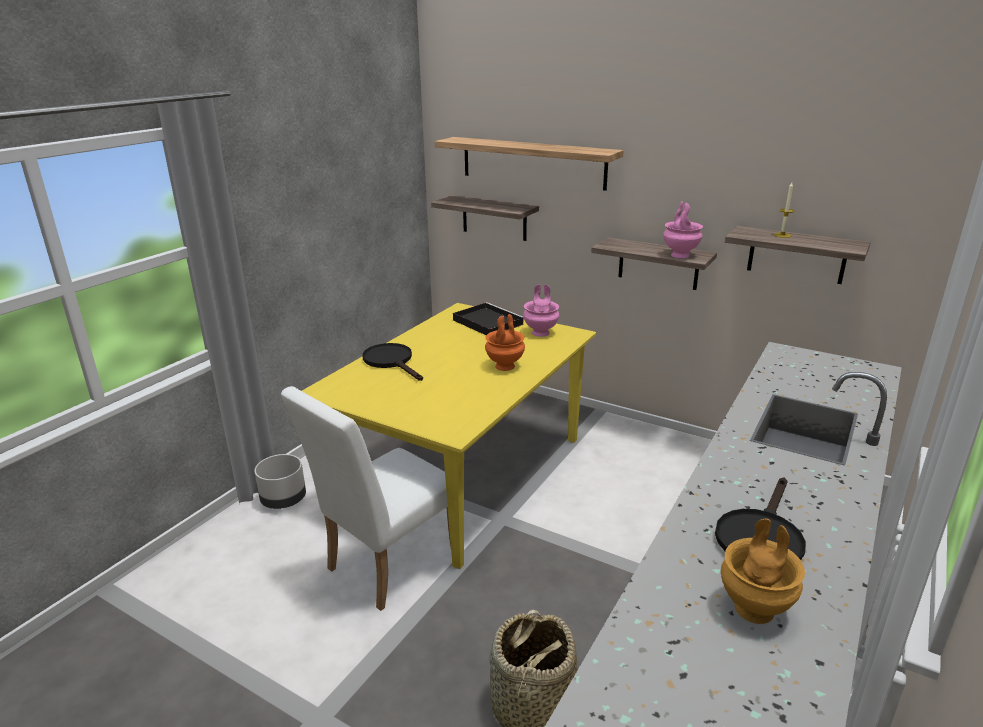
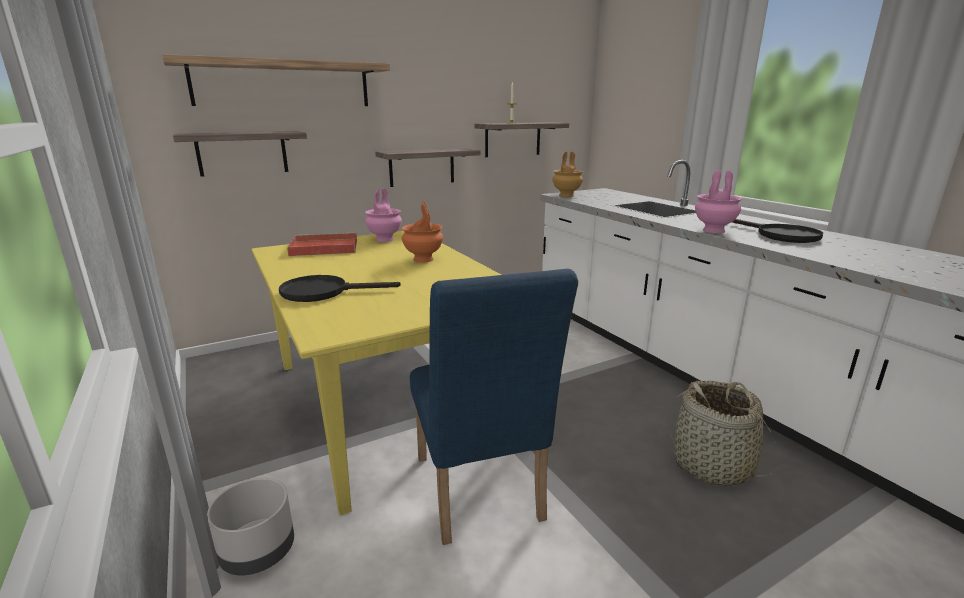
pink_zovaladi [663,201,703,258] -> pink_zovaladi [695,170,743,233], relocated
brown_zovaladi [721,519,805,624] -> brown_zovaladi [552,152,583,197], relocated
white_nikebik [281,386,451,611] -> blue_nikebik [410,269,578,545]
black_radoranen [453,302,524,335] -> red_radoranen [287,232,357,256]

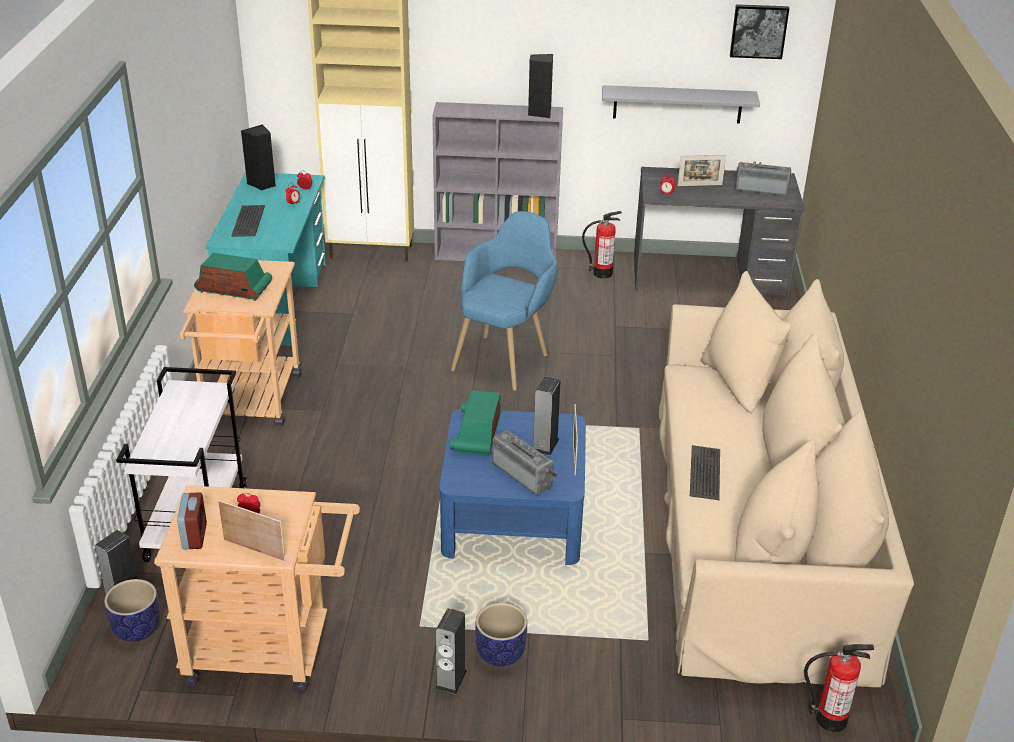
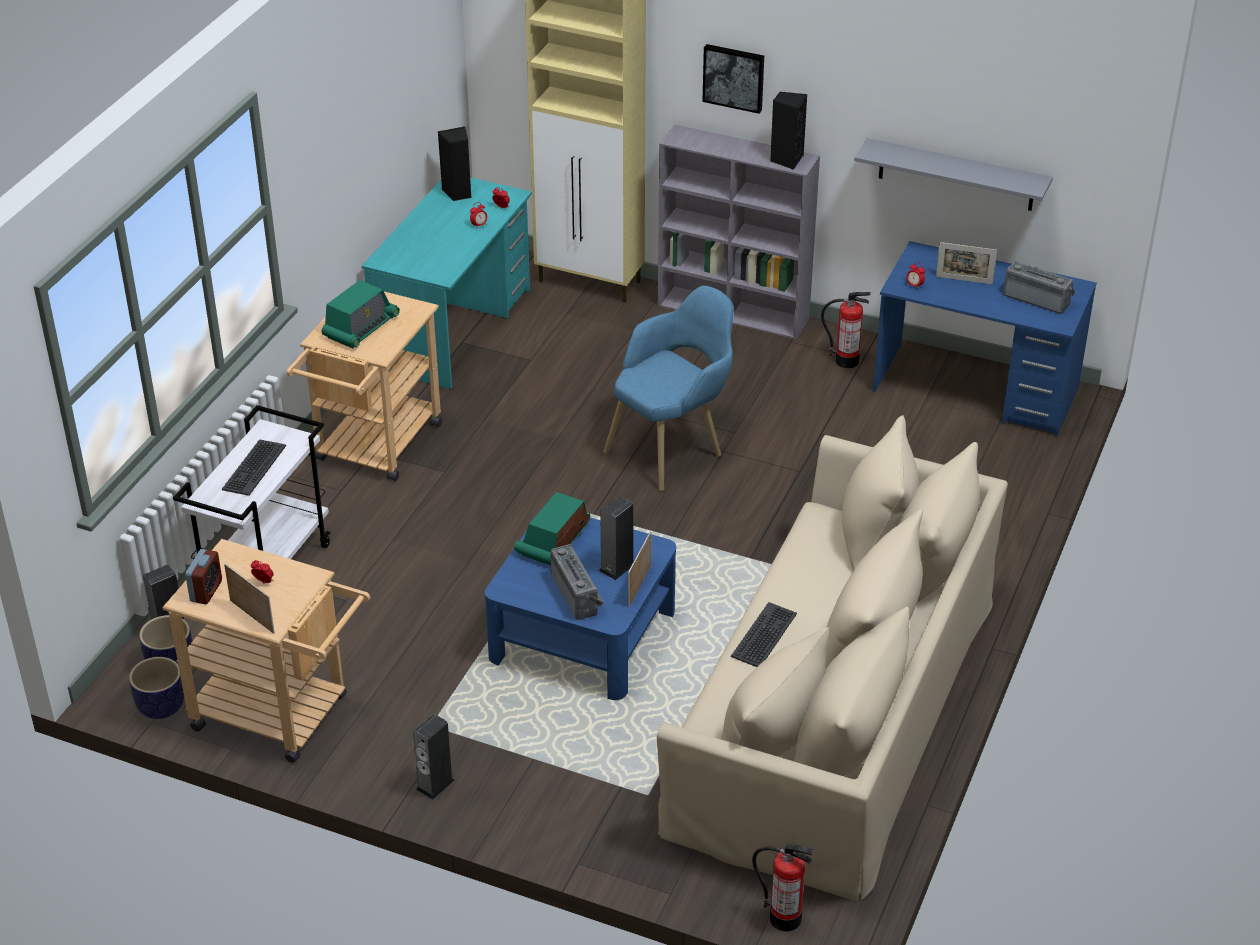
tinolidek [231,205,265,237] -> tinolidek [222,439,286,496], relocated
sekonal [475,603,527,666] -> sekonal [129,657,184,719], relocated
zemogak [730,4,789,59] -> zemogak [702,44,764,114], relocated
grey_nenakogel [634,167,805,298] -> blue_nenakogel [873,241,1097,437]
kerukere [194,253,272,301] -> kerukere [322,280,400,348], 90 degrees clockwise

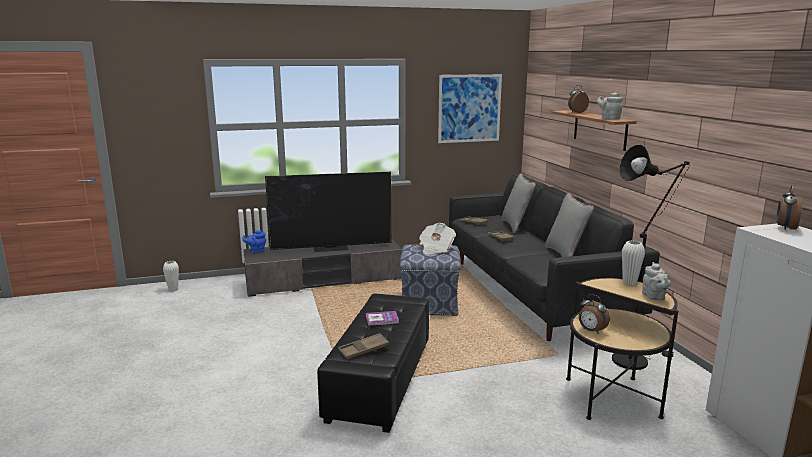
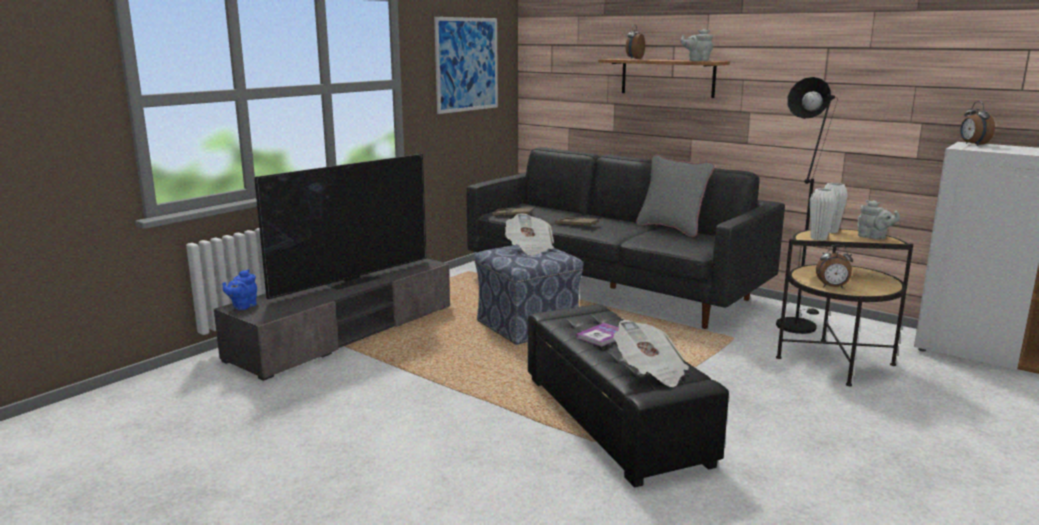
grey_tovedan [501,173,536,233] -> none
white_zovaladi [163,261,179,292] -> white_zovaladi [810,188,837,240], relocated
brown_radoranen [338,333,390,360] -> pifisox [614,320,689,387]

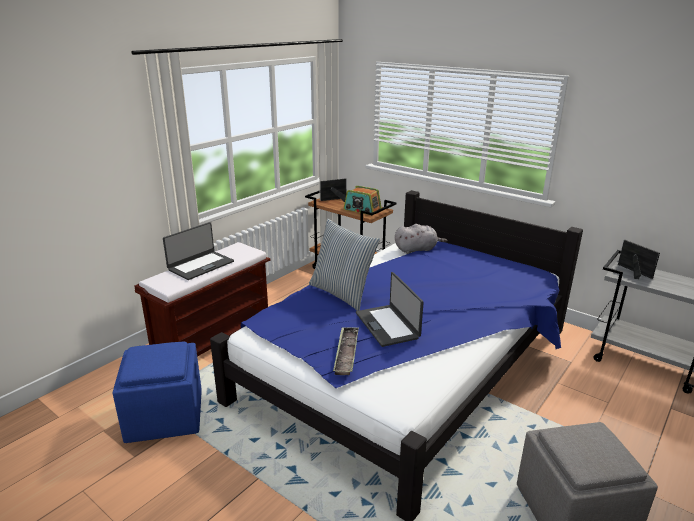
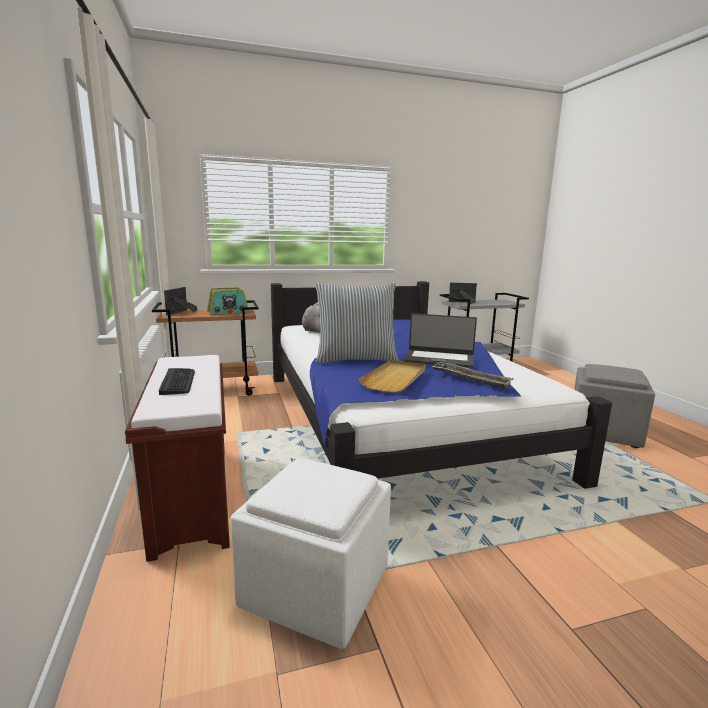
none -> beige_radoranen [359,360,425,393]
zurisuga [163,222,234,280] -> tinolidek [159,368,195,395]
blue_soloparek [113,342,202,443] -> white_soloparek [230,459,391,649]

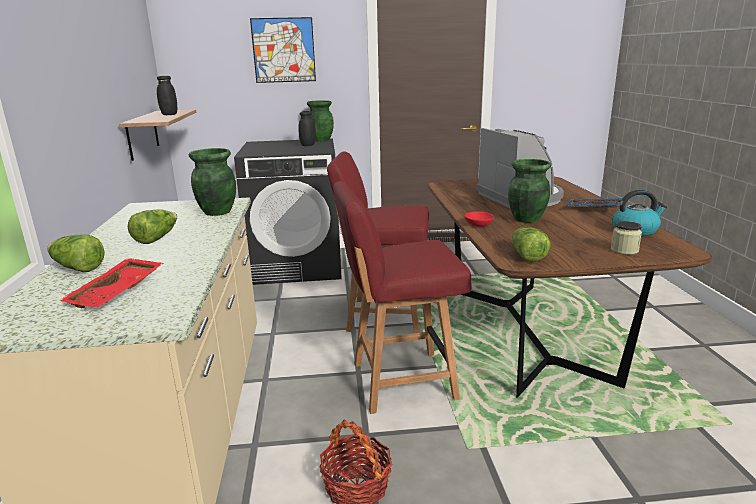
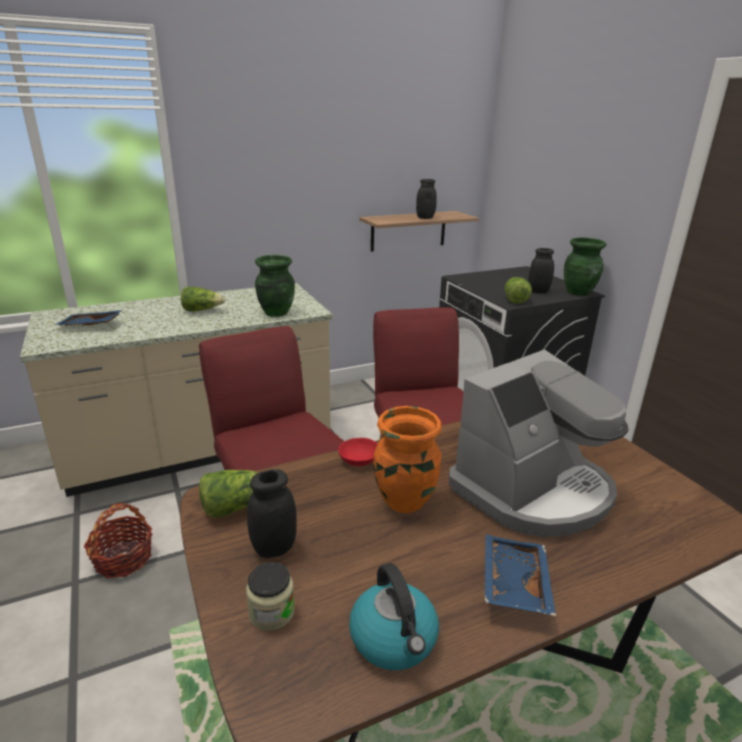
zemogak [250,17,316,83] -> none
none -> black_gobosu [247,469,297,558]
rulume [47,234,105,272] -> rulume [505,277,532,304], relocated
red_radoranen [59,258,163,308] -> blue_radoranen [55,310,123,326]
green_zovaladi [508,159,551,223] -> orange_zovaladi [373,406,442,513]

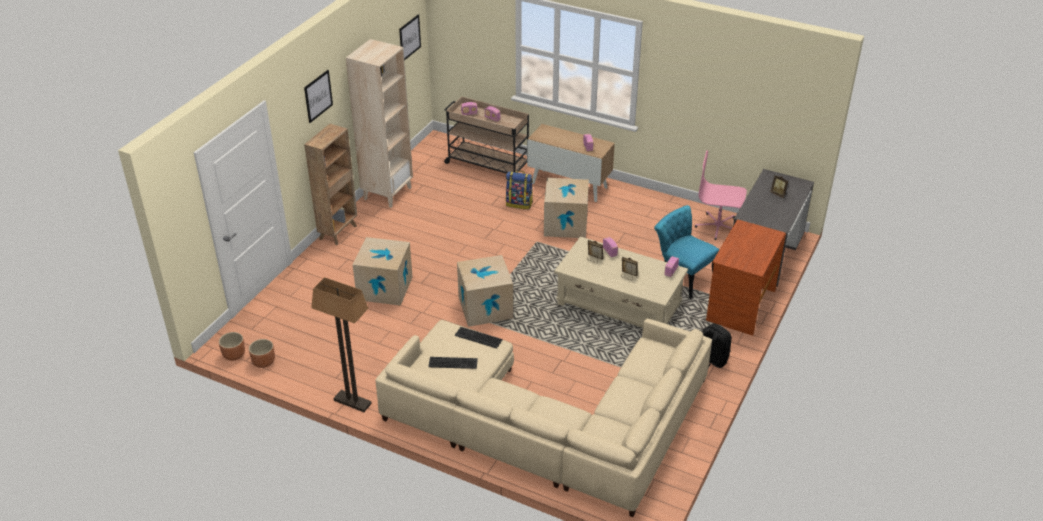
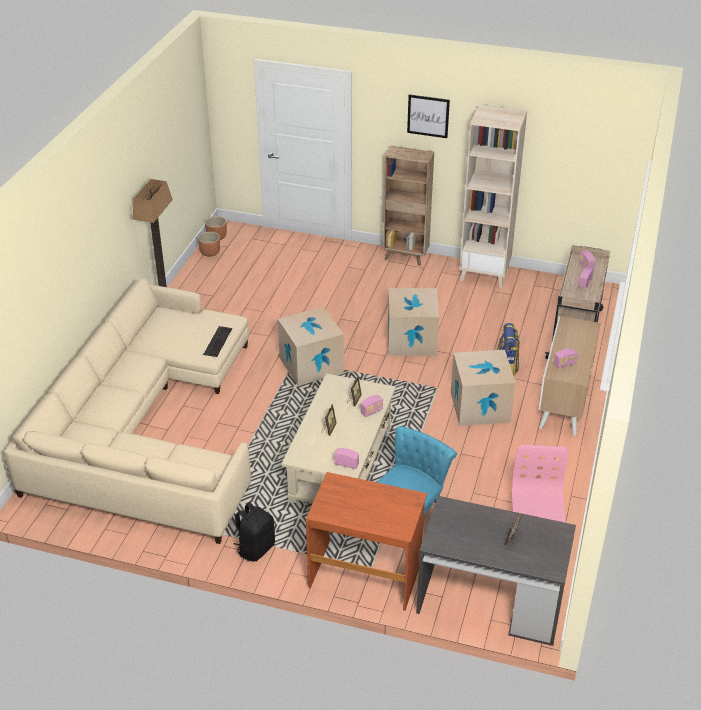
zemogak [399,14,421,60] -> none
tinolidek [428,357,478,369] -> none
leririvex [353,237,413,306] -> leririvex [388,288,439,356], relocated

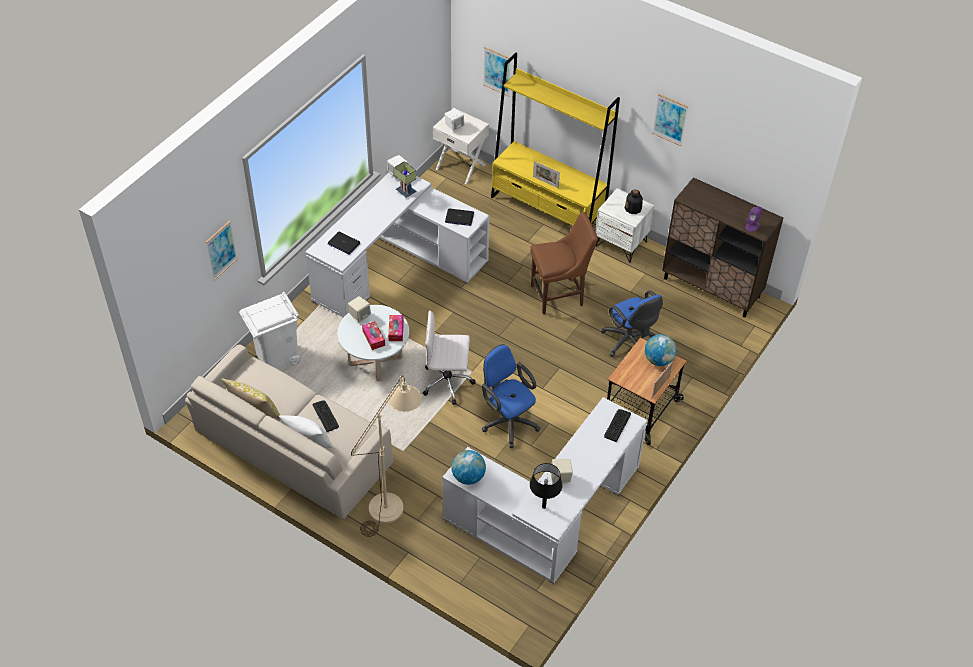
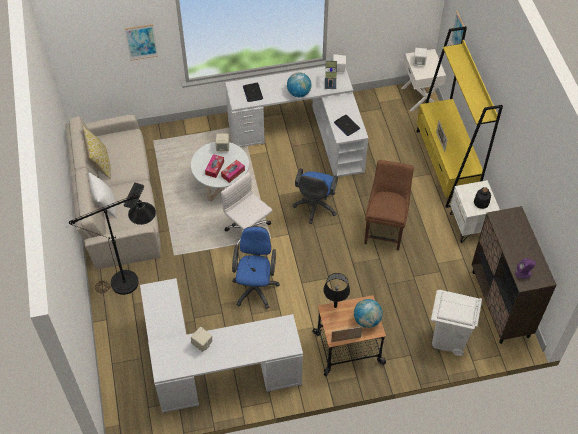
tinolidek [604,409,631,442] -> none
zemogak [652,94,688,146] -> none
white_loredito [239,292,301,370] -> white_loredito [431,290,482,356], relocated
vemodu [451,450,486,485] -> vemodu [287,73,311,97], relocated
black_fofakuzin [530,463,562,509] -> black_fofakuzin [323,273,350,308], relocated
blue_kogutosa [601,291,663,357] -> blue_kogutosa [293,168,338,224], relocated
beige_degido [351,375,422,537] -> black_degido [69,194,156,295]
brown_nikebik [531,212,598,314] -> brown_nikebik [364,160,414,250], 105 degrees counterclockwise

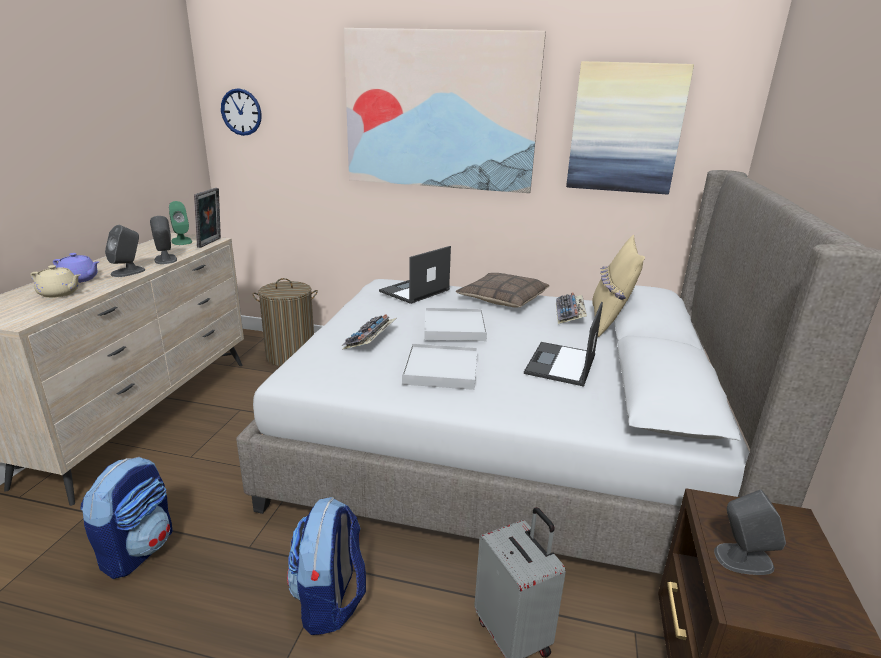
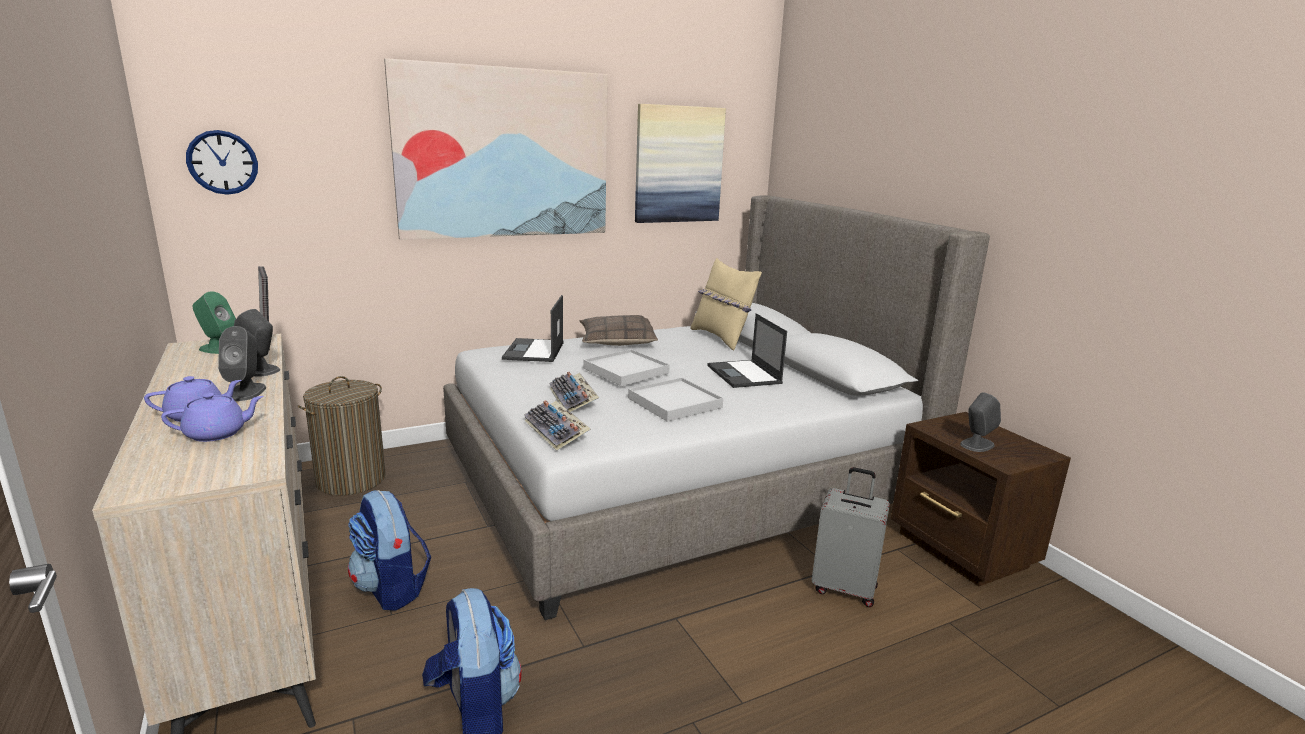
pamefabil [287,497,366,635] -> pamefabil [348,490,431,611], relocated
tinolidek [556,292,587,324] -> tinolidek [524,400,590,451], relocated
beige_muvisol [30,265,80,298] -> purple_muvisol [161,393,264,442]

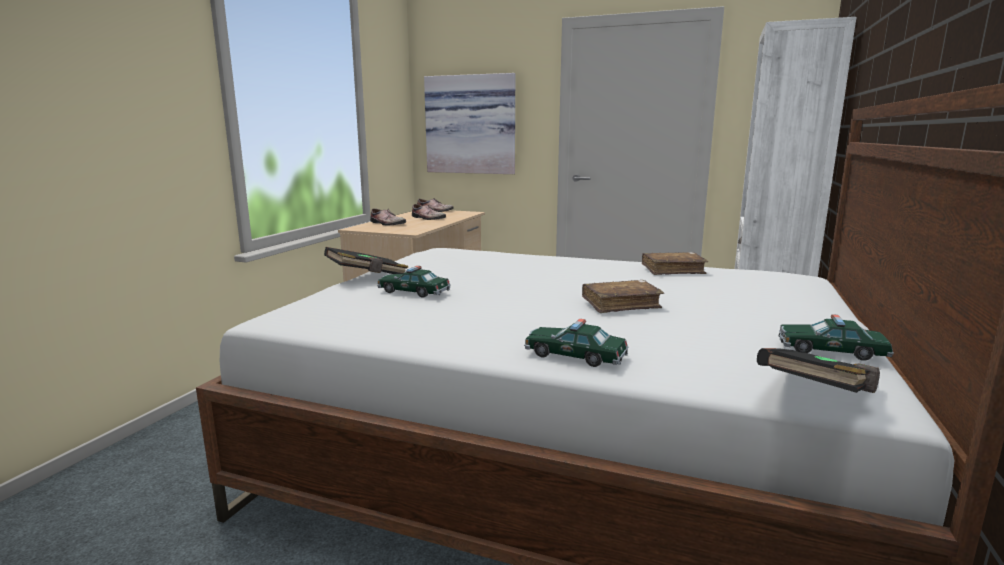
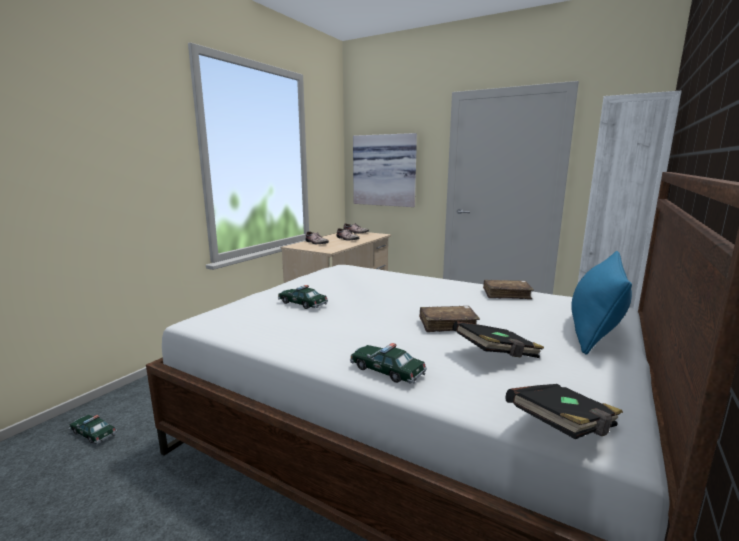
none -> blue_tovedan [571,251,632,355]
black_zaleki [324,247,408,274] -> black_zaleki [452,321,544,358], relocated
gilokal [779,314,894,361] -> gilokal [69,415,117,444], relocated

